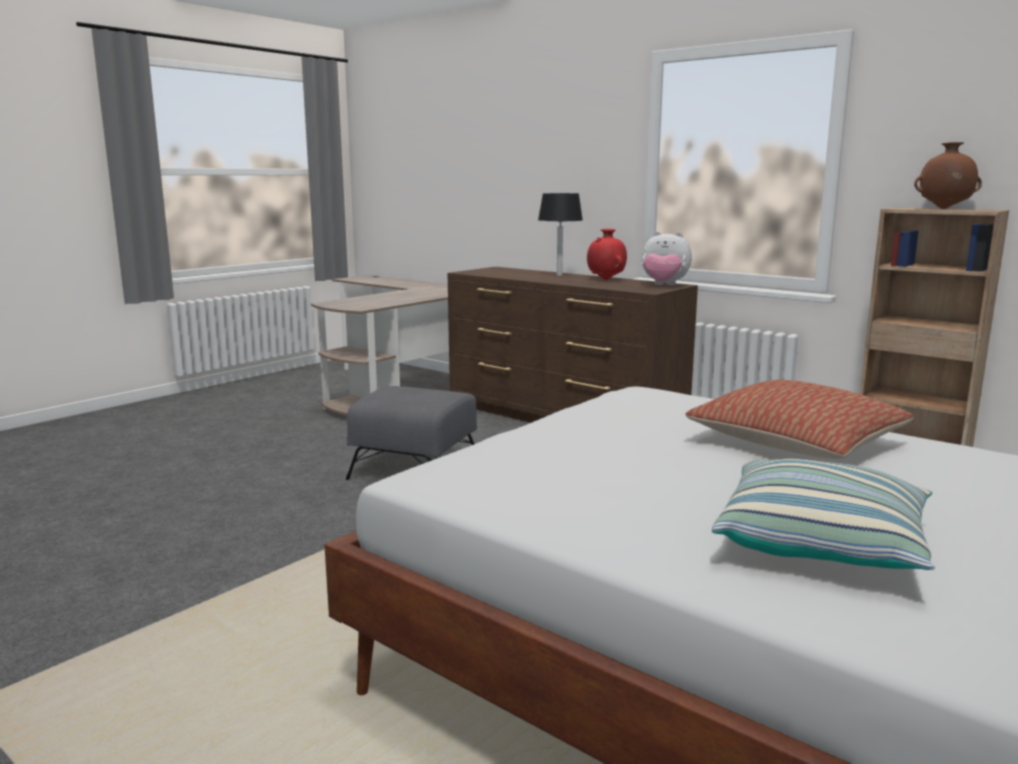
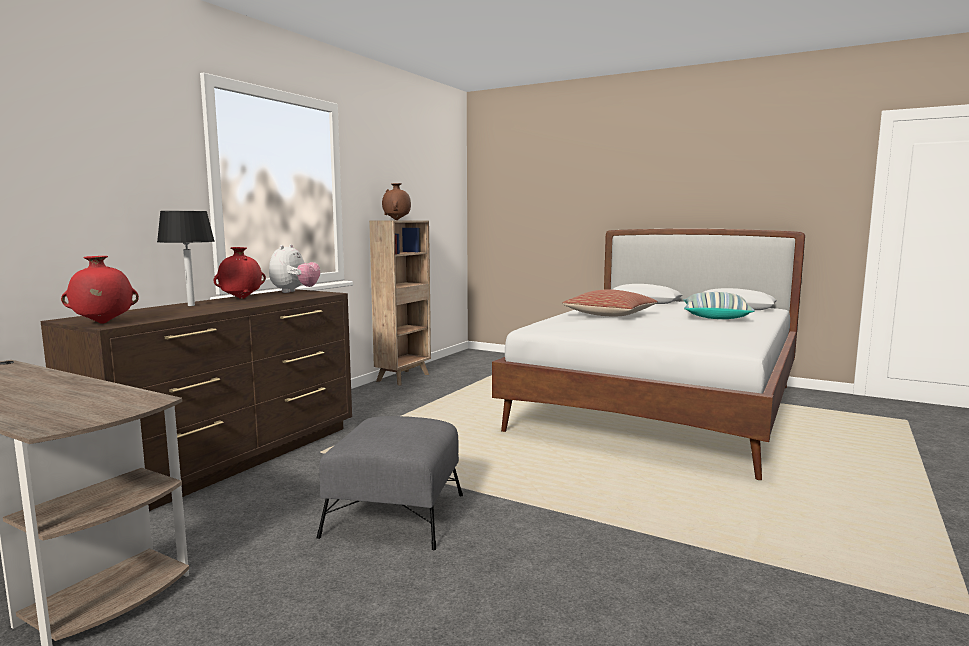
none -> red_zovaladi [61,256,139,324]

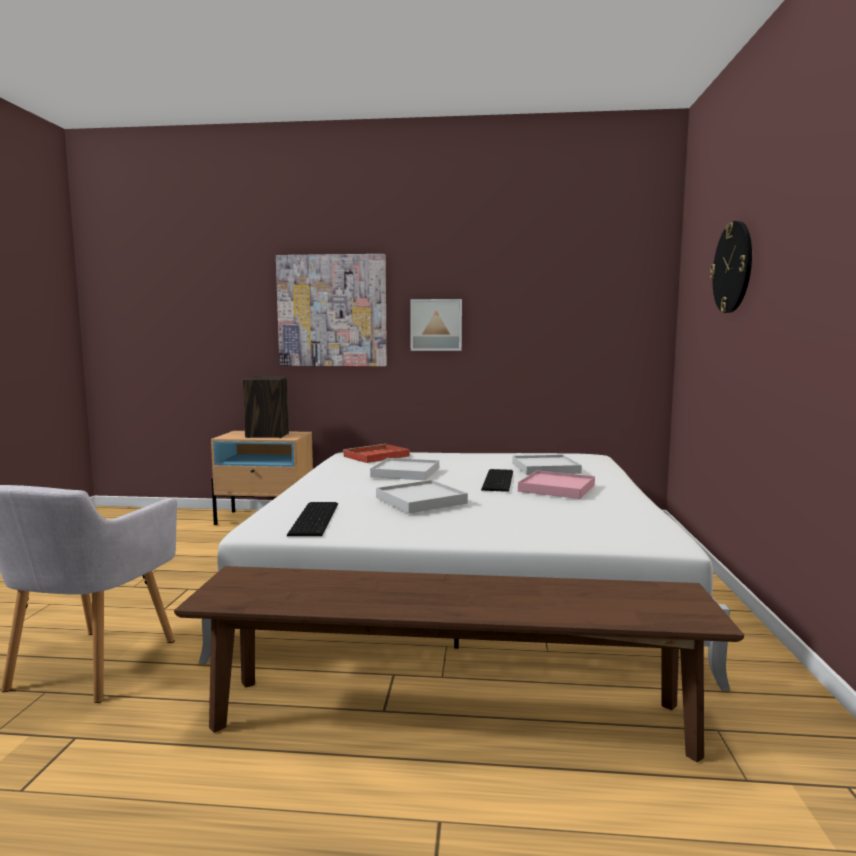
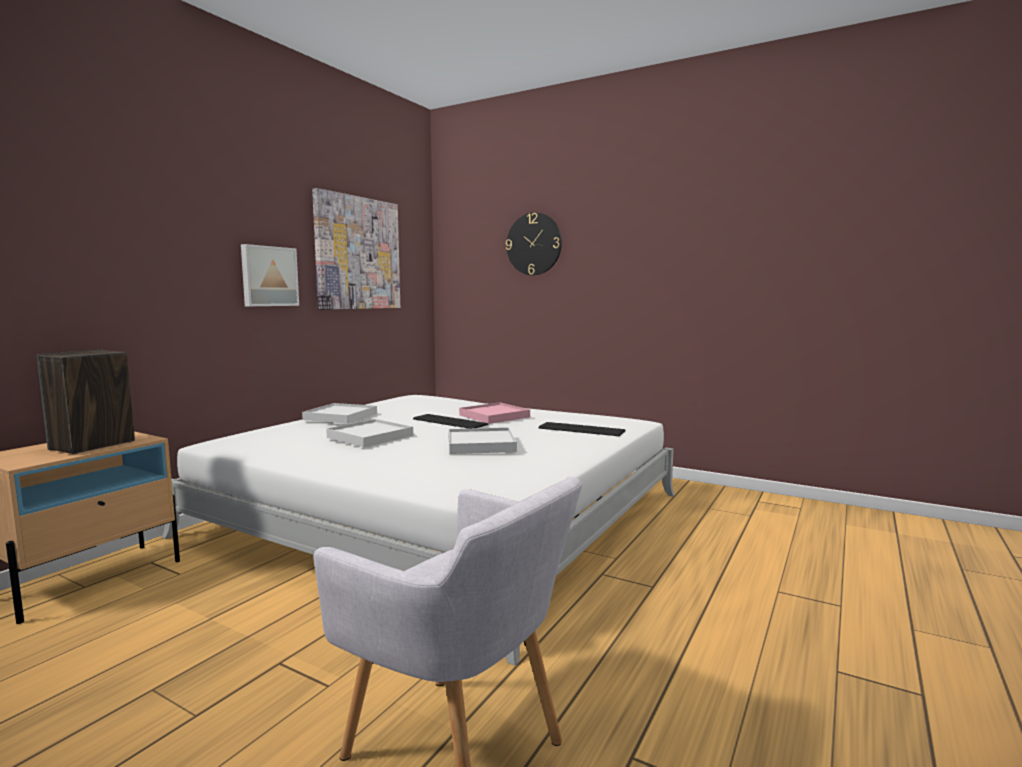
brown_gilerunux [174,566,744,762] -> none
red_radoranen [343,444,410,463] -> none
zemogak [276,254,387,366] -> zemogak [312,188,400,310], relocated
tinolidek [287,502,338,536] -> tinolidek [538,422,626,436], relocated
white_radoranen [512,455,582,475] -> white_radoranen [302,403,377,424], relocated

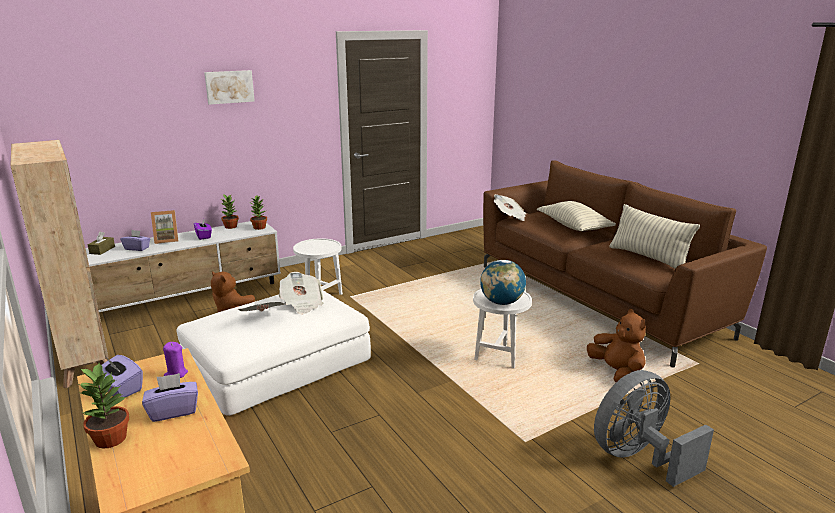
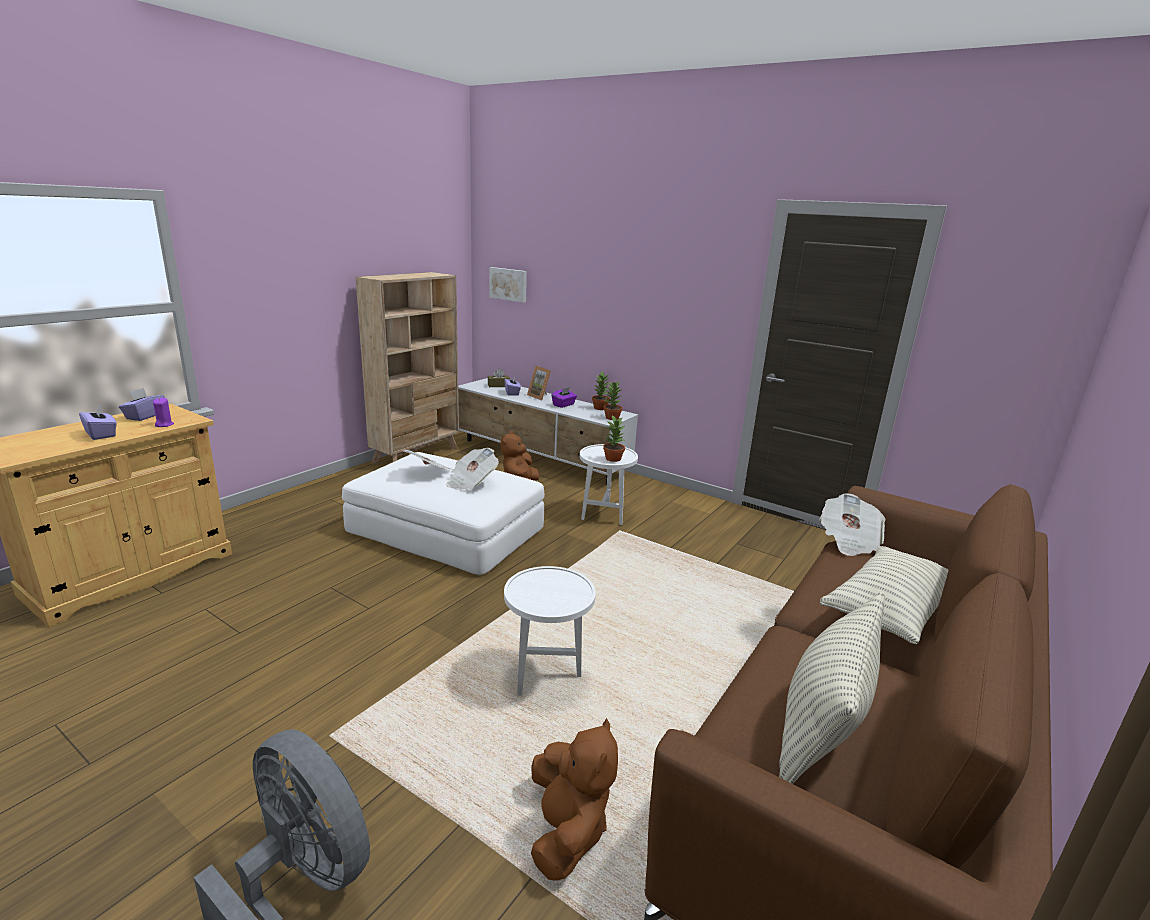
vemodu [480,260,526,305] -> none
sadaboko [78,363,130,448] -> sadaboko [603,415,625,462], relocated
zemogak [204,70,255,105] -> zemogak [489,267,527,303], relocated
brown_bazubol [587,309,646,382] -> brown_bazubol [531,718,618,881], 45 degrees counterclockwise

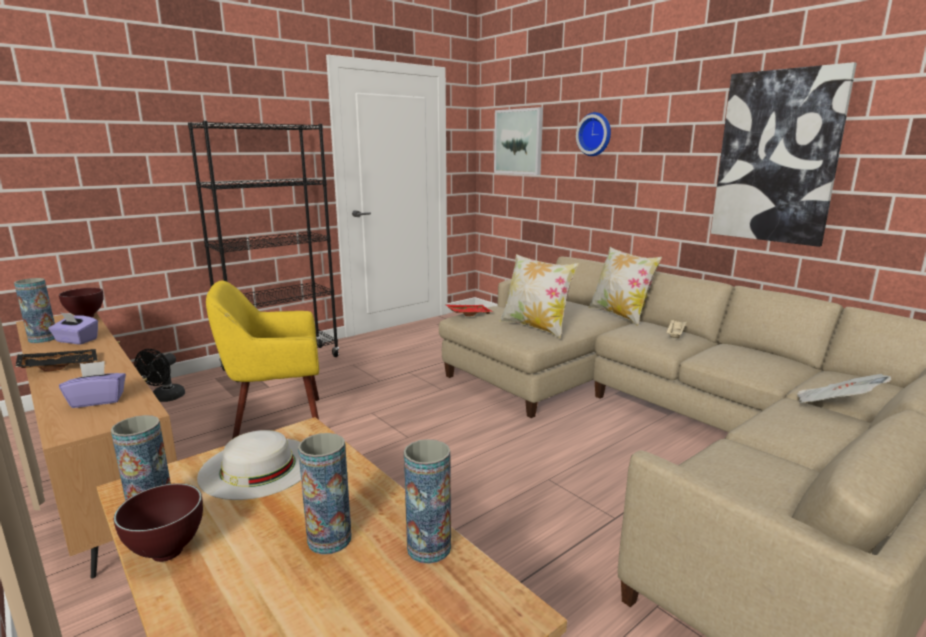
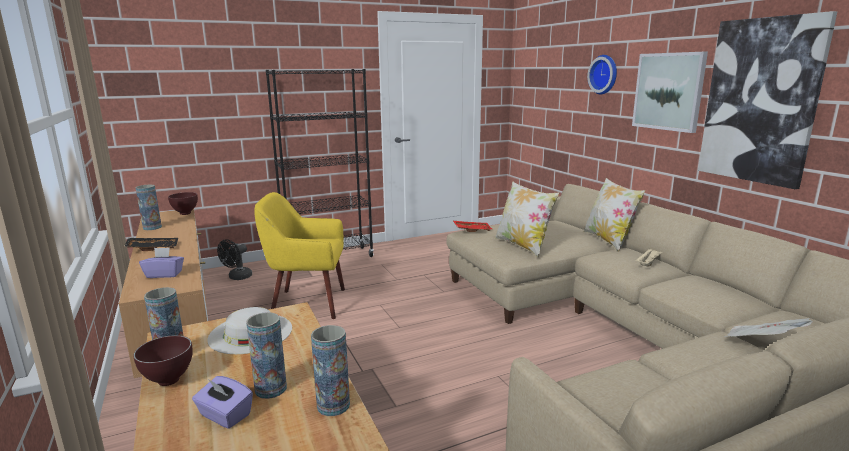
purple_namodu [48,313,98,344] -> purple_namodu [192,376,253,429], relocated
zemogak [494,107,543,175] -> zemogak [632,52,708,133], relocated

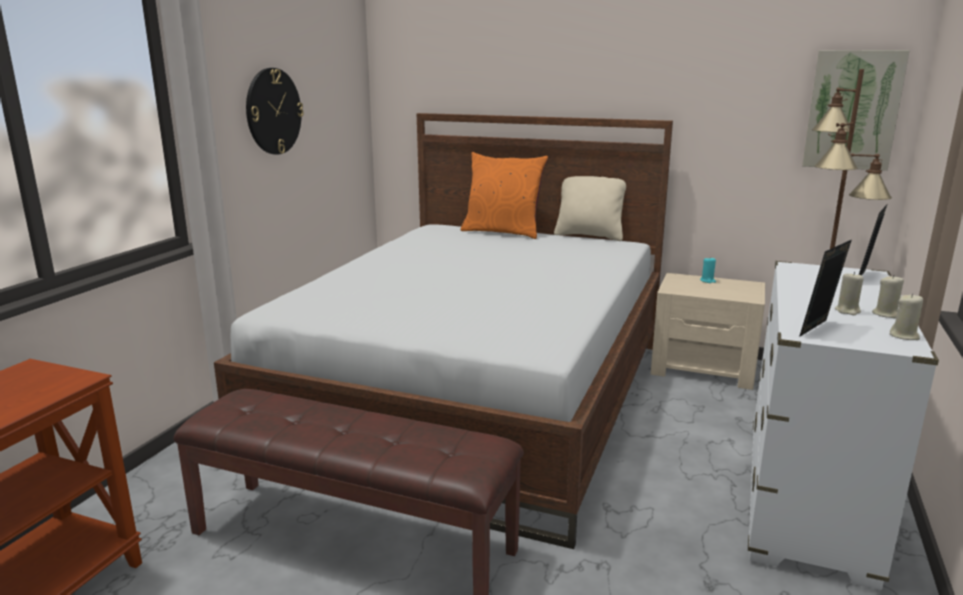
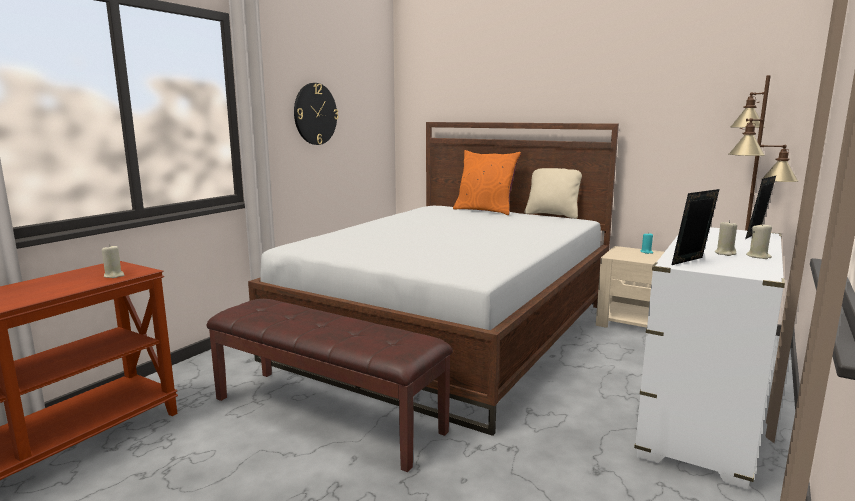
zemogak [802,50,910,171] -> none
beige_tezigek [890,294,923,340] -> beige_tezigek [102,244,124,278], relocated

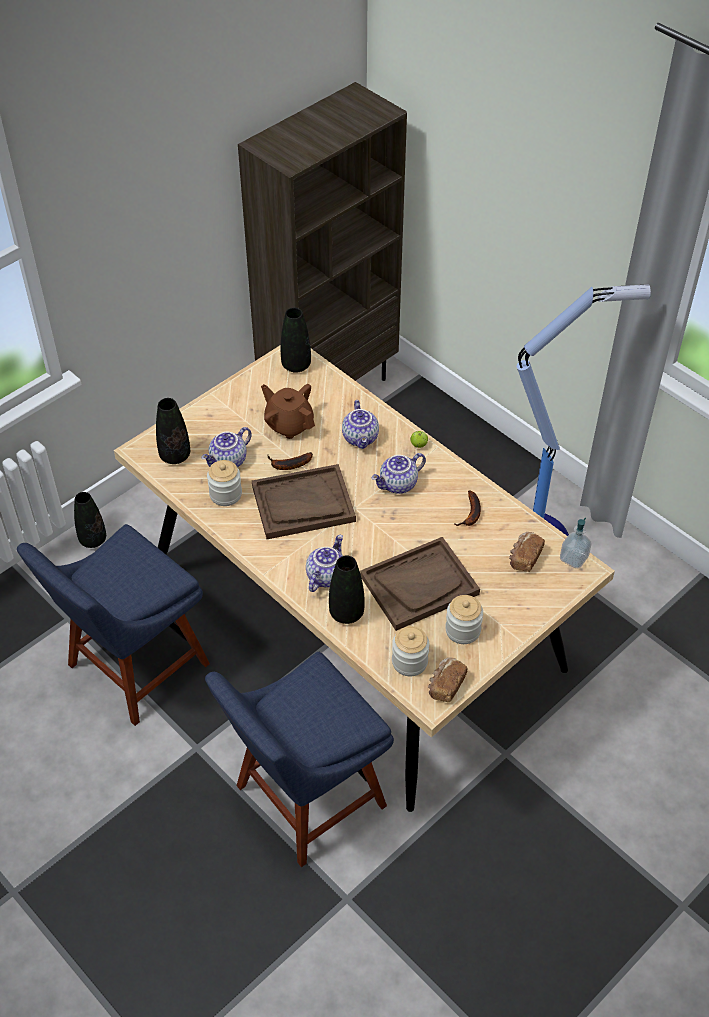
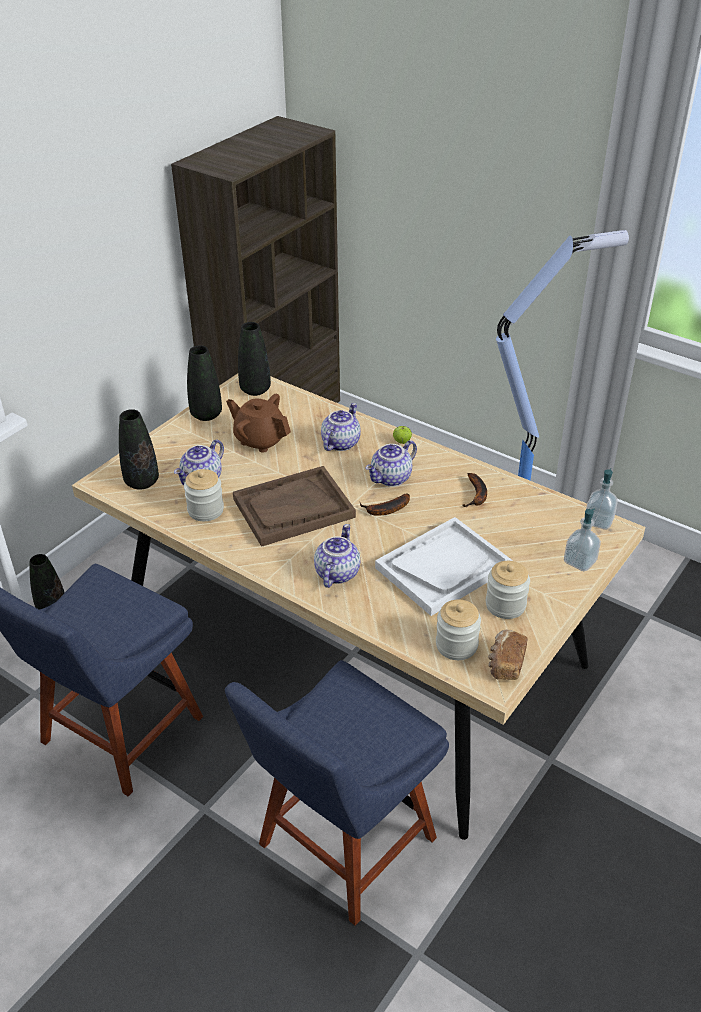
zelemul [509,532,545,572] -> none
none -> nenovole [564,509,601,571]
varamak [268,452,313,470] -> varamak [360,493,410,516], relocated
black_zovaladi [329,556,365,624] -> black_zovaladi [187,345,222,421], relocated
brown_radoranen [360,537,480,631] -> white_radoranen [375,517,513,616]
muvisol [342,400,379,449] -> muvisol [321,403,361,451], 135 degrees counterclockwise

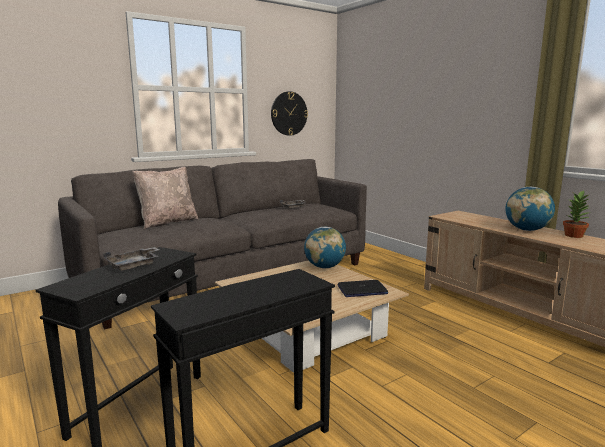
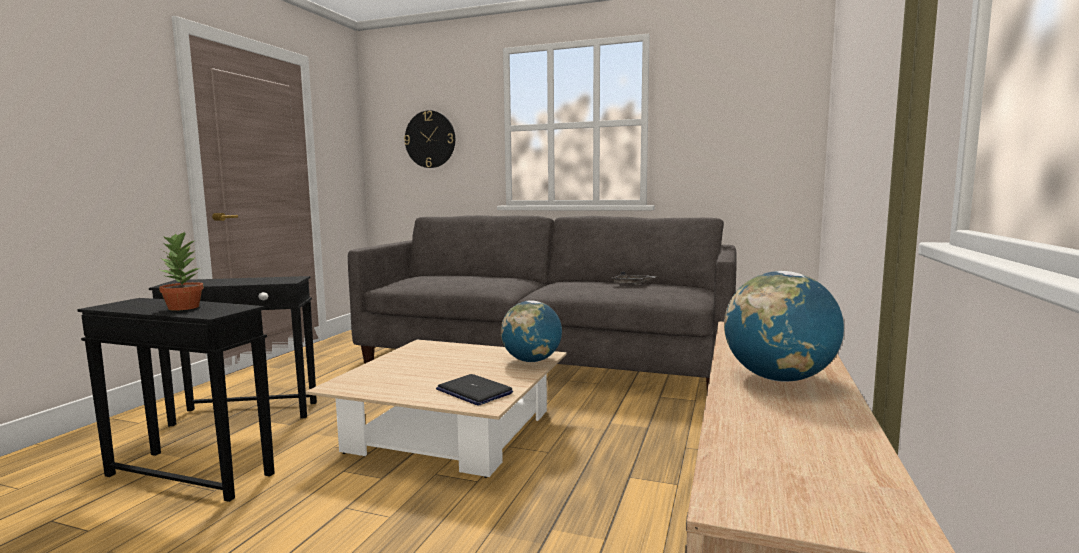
grey_radoranen [103,247,159,271] -> none
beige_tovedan [132,167,199,229] -> none
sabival [271,91,308,136] -> sabival [404,110,455,168], relocated
sadaboko [563,190,590,238] -> sadaboko [159,231,204,311], relocated

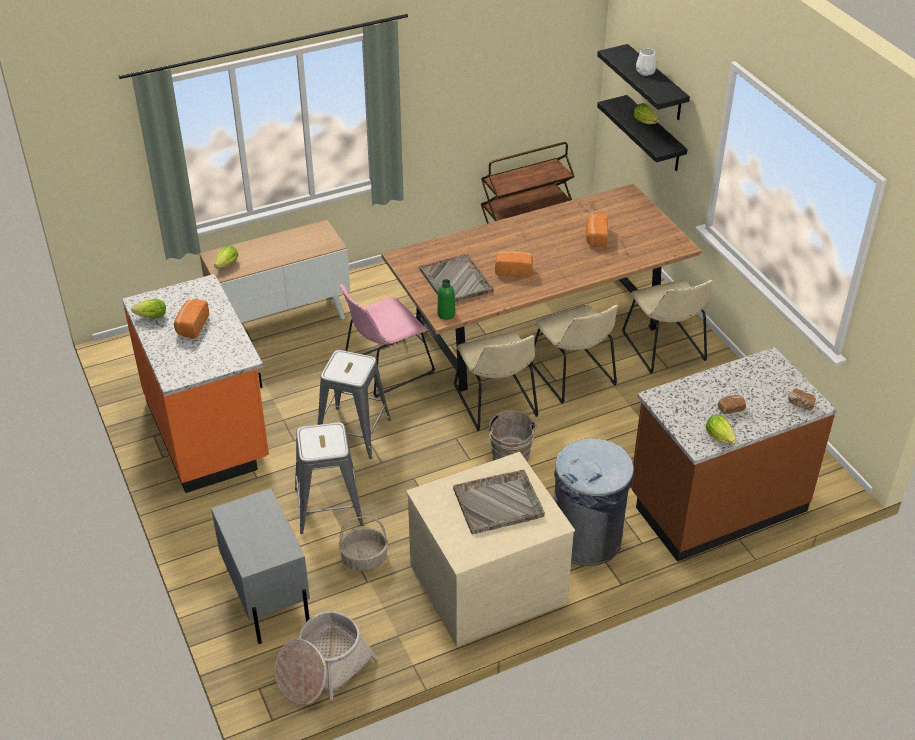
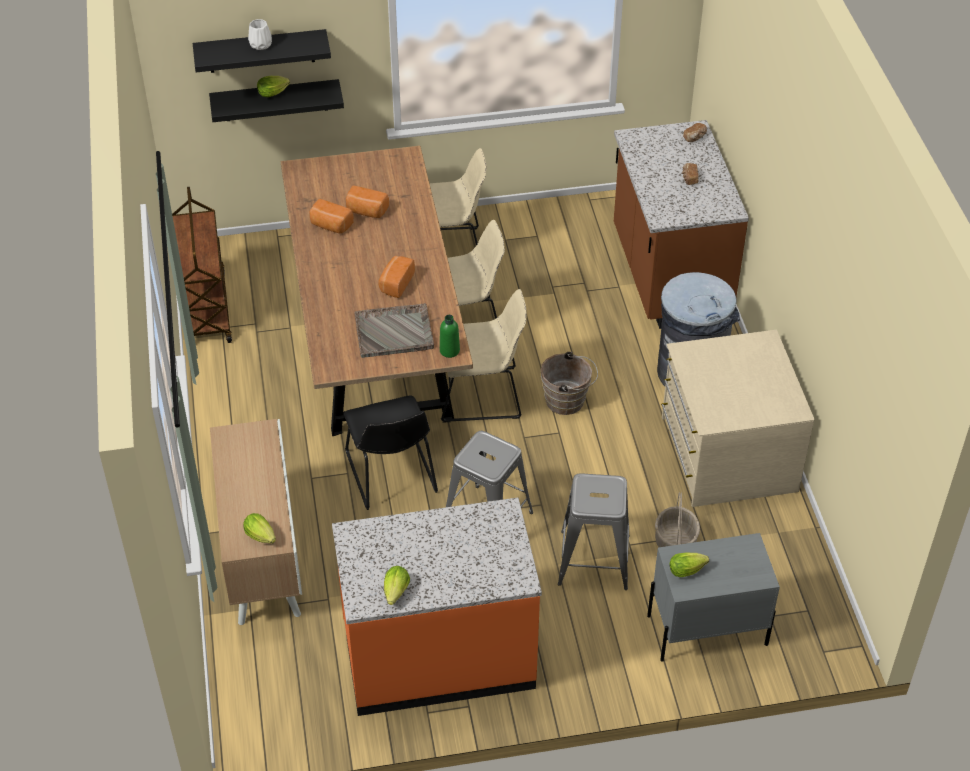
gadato [274,611,378,705] -> none
grey_radoranen [453,469,545,534] -> none
zelemul [174,299,209,339] -> zelemul [310,199,354,234], relocated
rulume [706,415,736,444] -> rulume [670,552,709,577], relocated
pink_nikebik [339,284,435,398] -> black_nikebik [344,396,438,510]

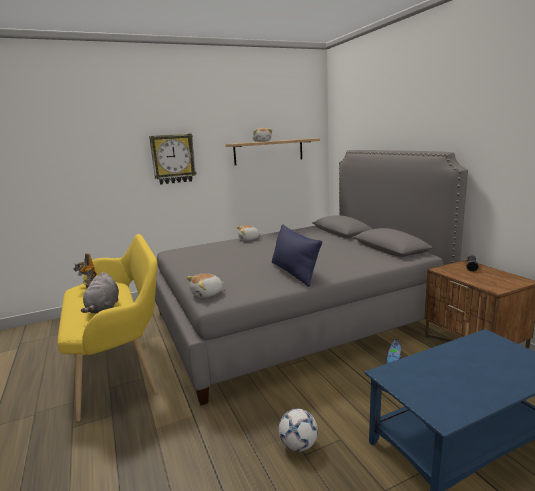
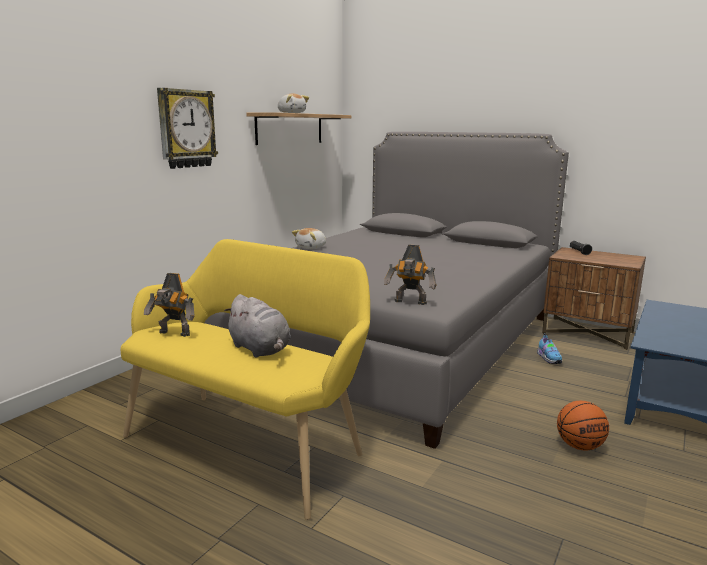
blue_tovedan [272,224,322,287] -> none
bazubol [186,273,224,298] -> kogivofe [384,245,436,305]
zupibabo [279,408,318,452] -> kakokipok [557,401,609,450]

